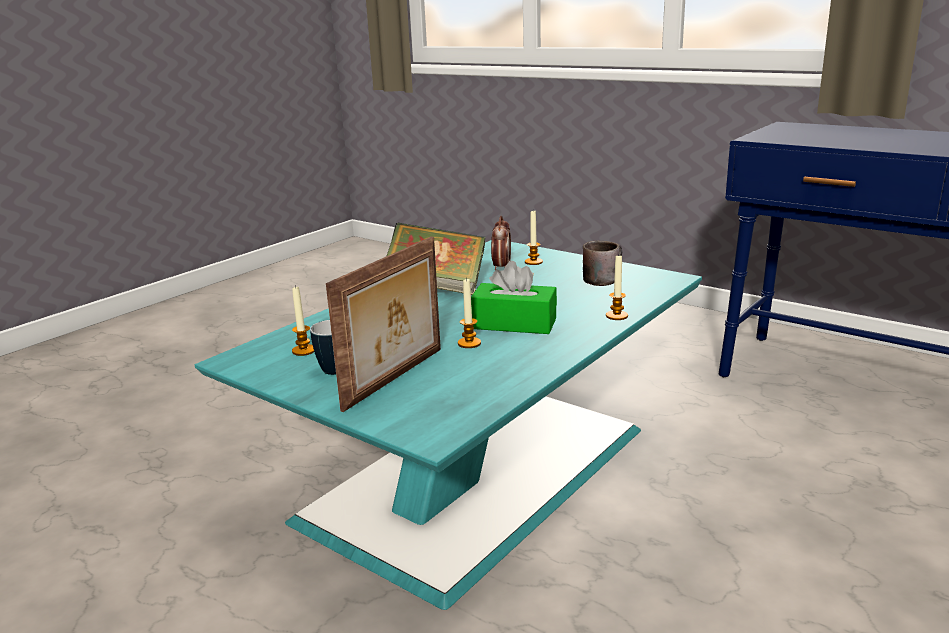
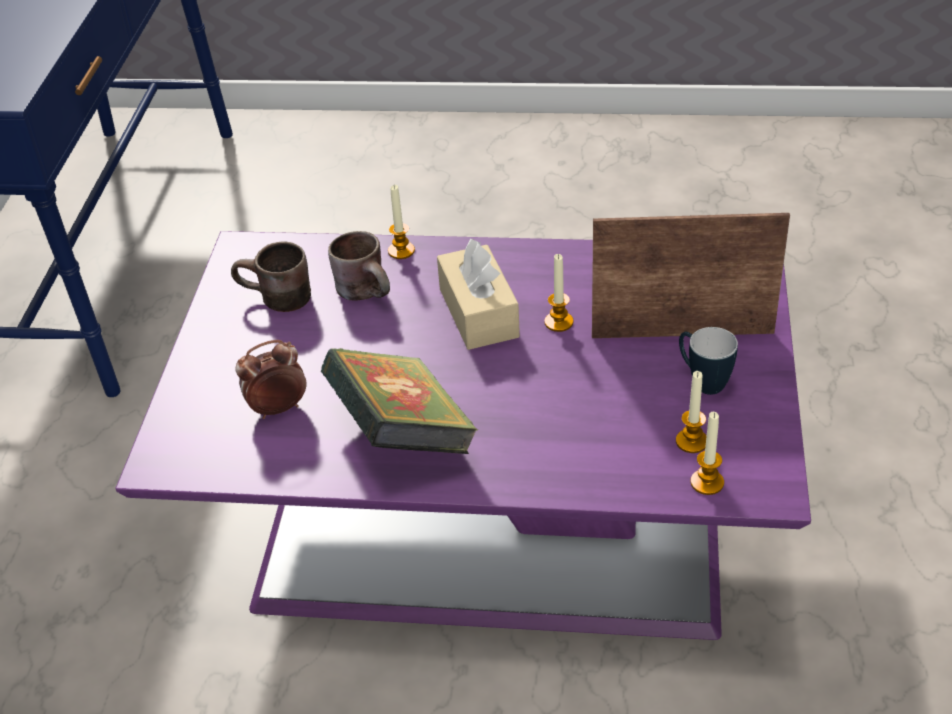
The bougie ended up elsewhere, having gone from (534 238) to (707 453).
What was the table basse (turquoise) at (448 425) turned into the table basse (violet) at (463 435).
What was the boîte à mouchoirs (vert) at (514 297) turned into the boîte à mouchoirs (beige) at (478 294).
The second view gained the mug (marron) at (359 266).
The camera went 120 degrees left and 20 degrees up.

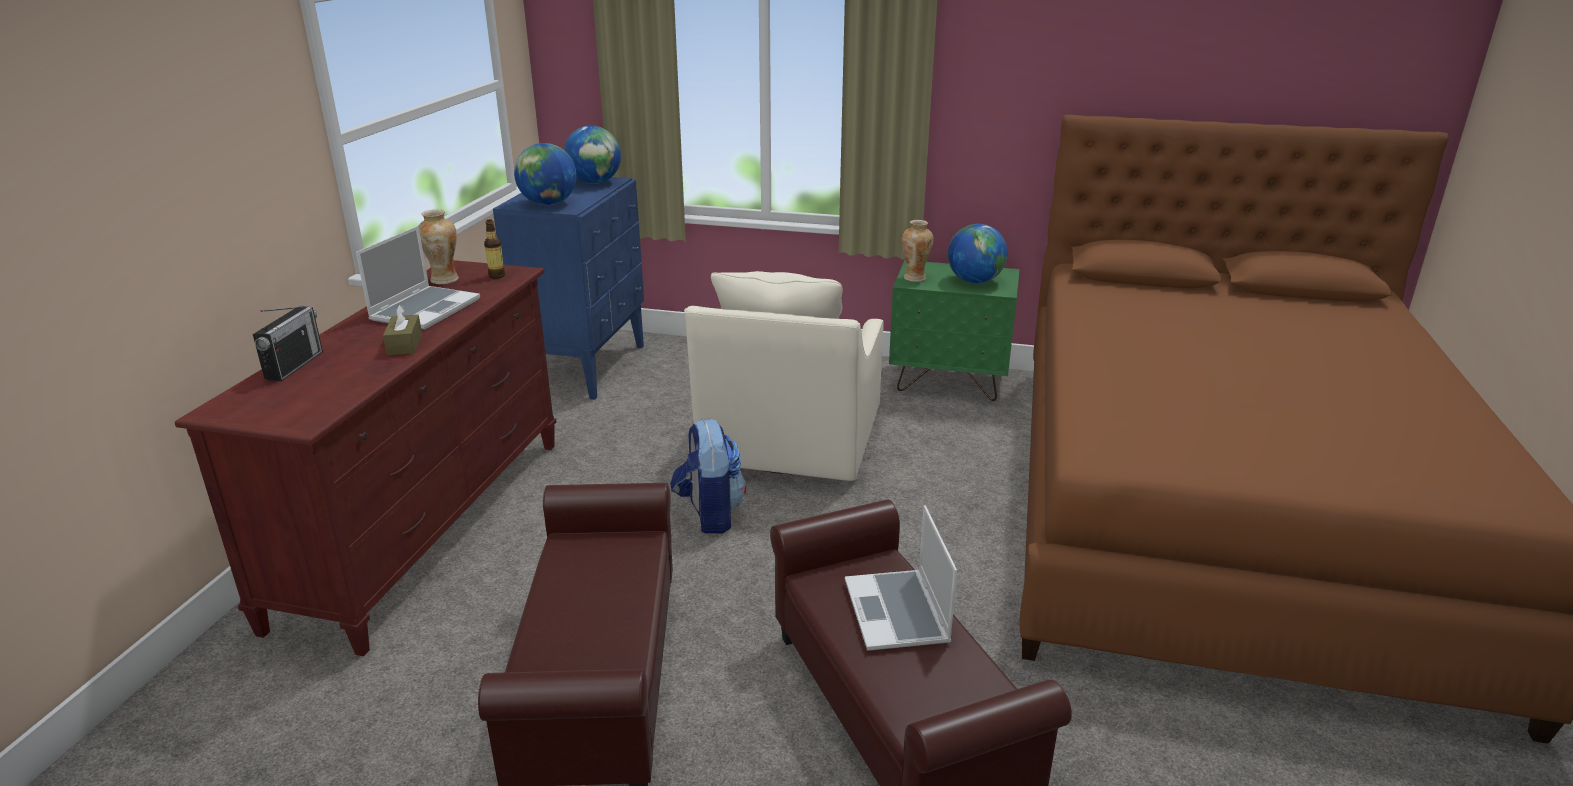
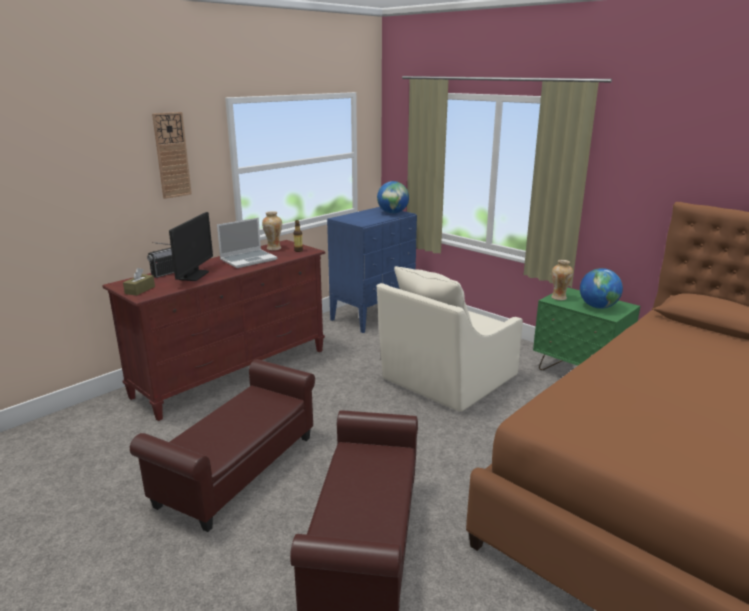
The second view lost the globe at (545 174).
The boîte à mouchoirs (marron) ended up elsewhere, having gone from (402 330) to (139 282).
The second view lost the sac à dos at (708 476).
The second view lost the ordinateur portable at (901 578).
The second view gained the horloge murale at (172 155).
The second view gained the écran d'ordinateur at (191 246).
The camera went 30 degrees right and 5 degrees down.

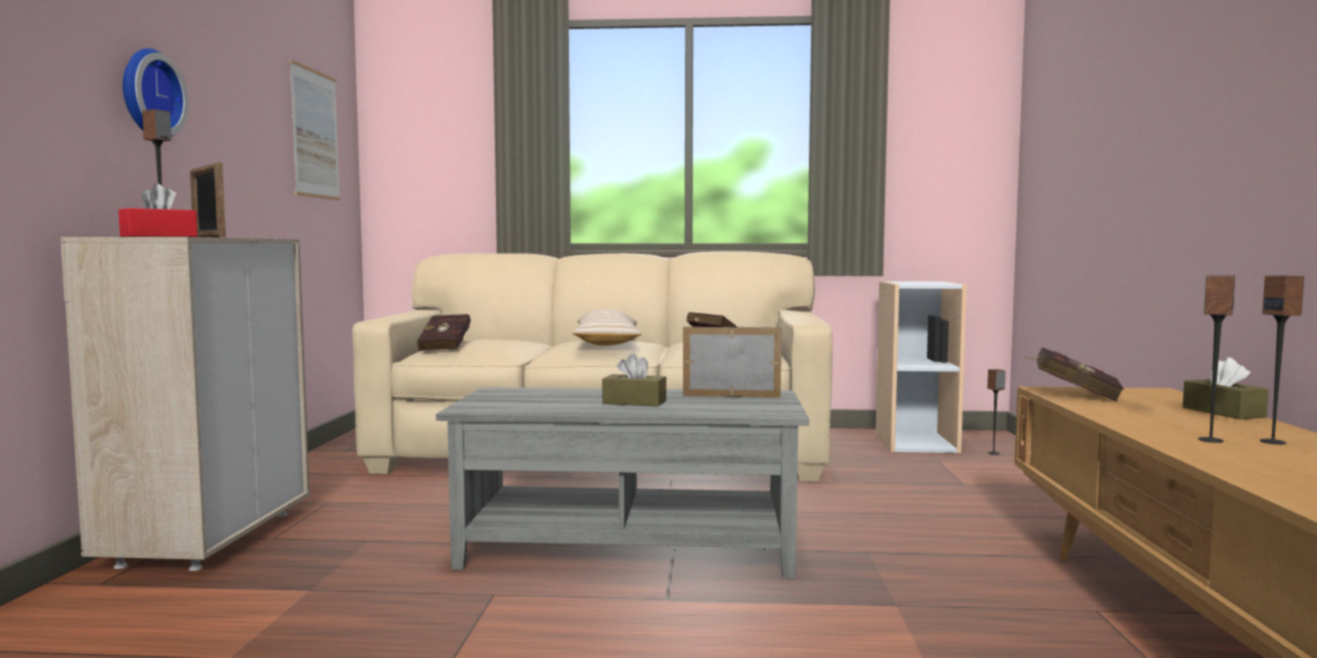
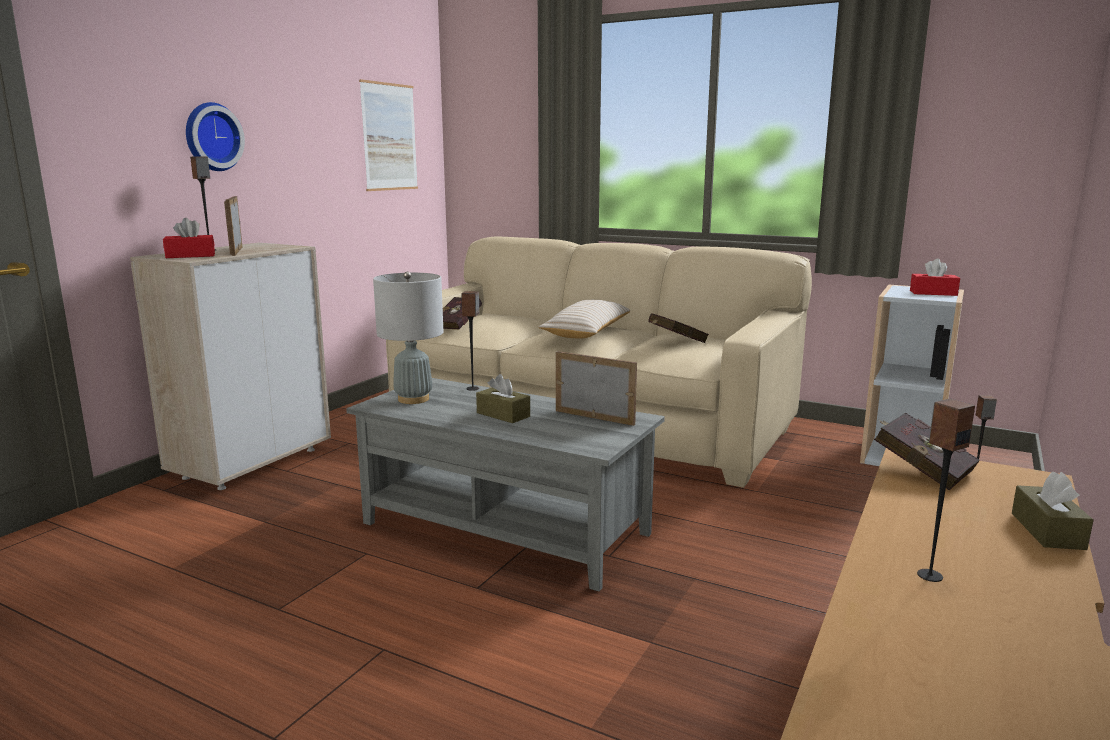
The enceinte ended up elsewhere, having gone from (1282 360) to (470 341).
The second view gained the boîte à mouchoirs (rouge) at (935 277).
The second view gained the lampe de table (gris) at (408 338).
The camera went 25 degrees right and 10 degrees up.

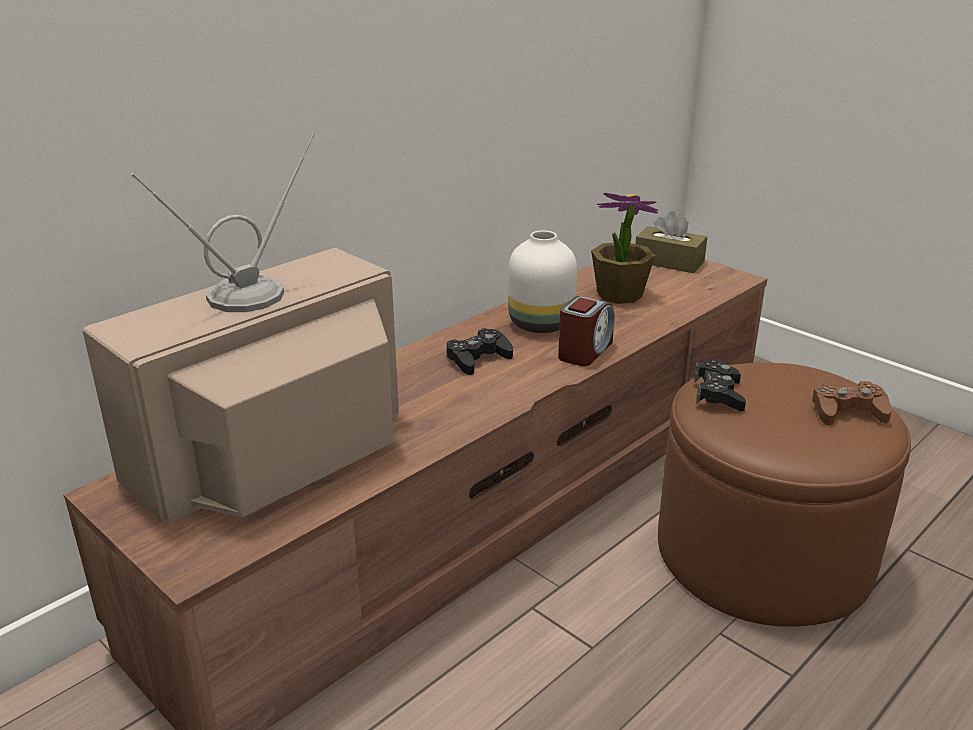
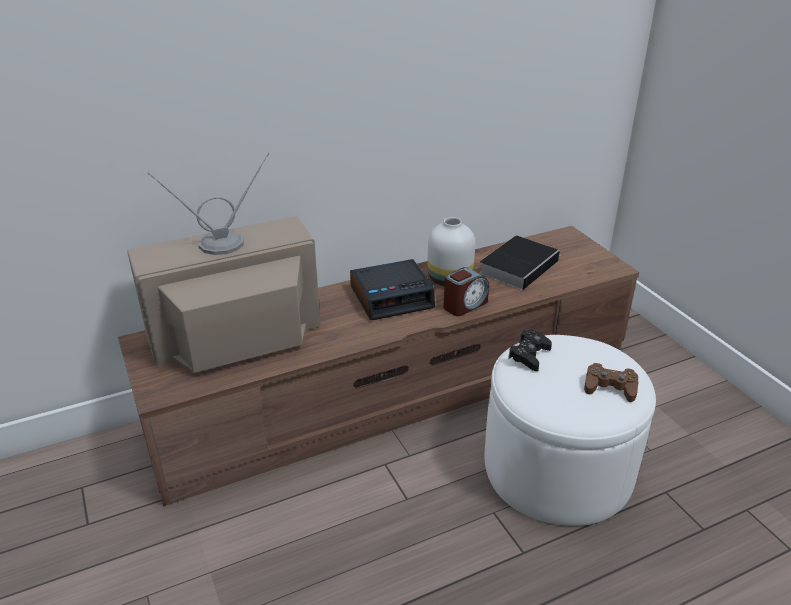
Where the plante en pot stood at (624 248), the livre came to stand at (519 263).
The second view lost the boîte à mouchoirs (marron) at (671 242).
Where the manette (noir) stood at (480 351), the réveil came to stand at (392 289).
What was the pouf (marron) at (784 495) turned into the pouf (blanc) at (570 430).
The camera went 20 degrees right and 5 degrees up.

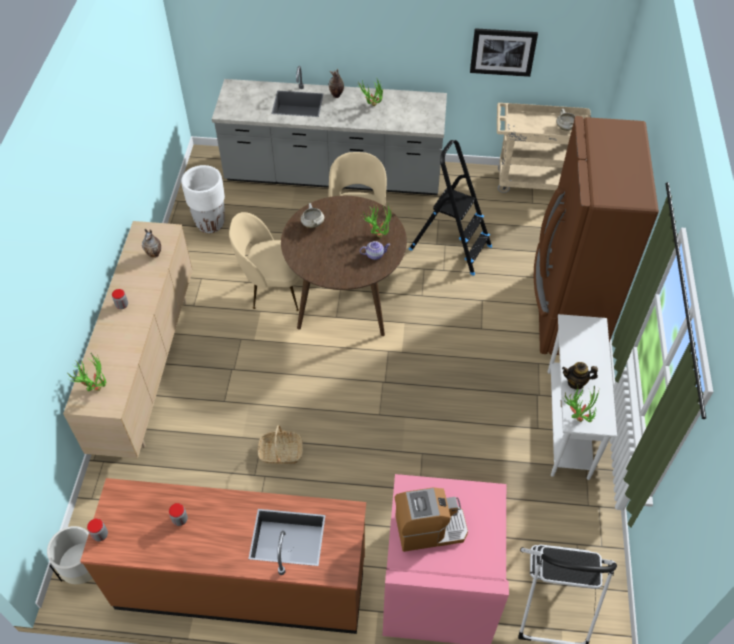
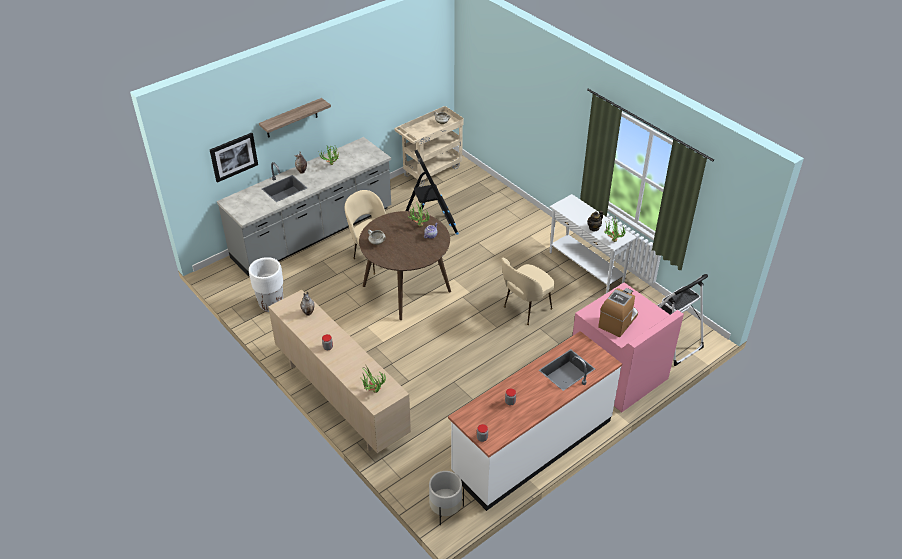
The tableau ended up elsewhere, having gone from (504 52) to (234 157).
The second view lost the réfrigérateur (marron) at (596 235).
The chaise (beige) ended up elsewhere, having gone from (264 261) to (528 291).
The second view lost the panier at (280 444).
What was the comptoir de cuisine (marron) at (223 556) turned into the comptoir de cuisine (blanc) at (535 421).
The second view gained the étagère at (295 118).
The camera went 45 degrees left and 10 degrees down.

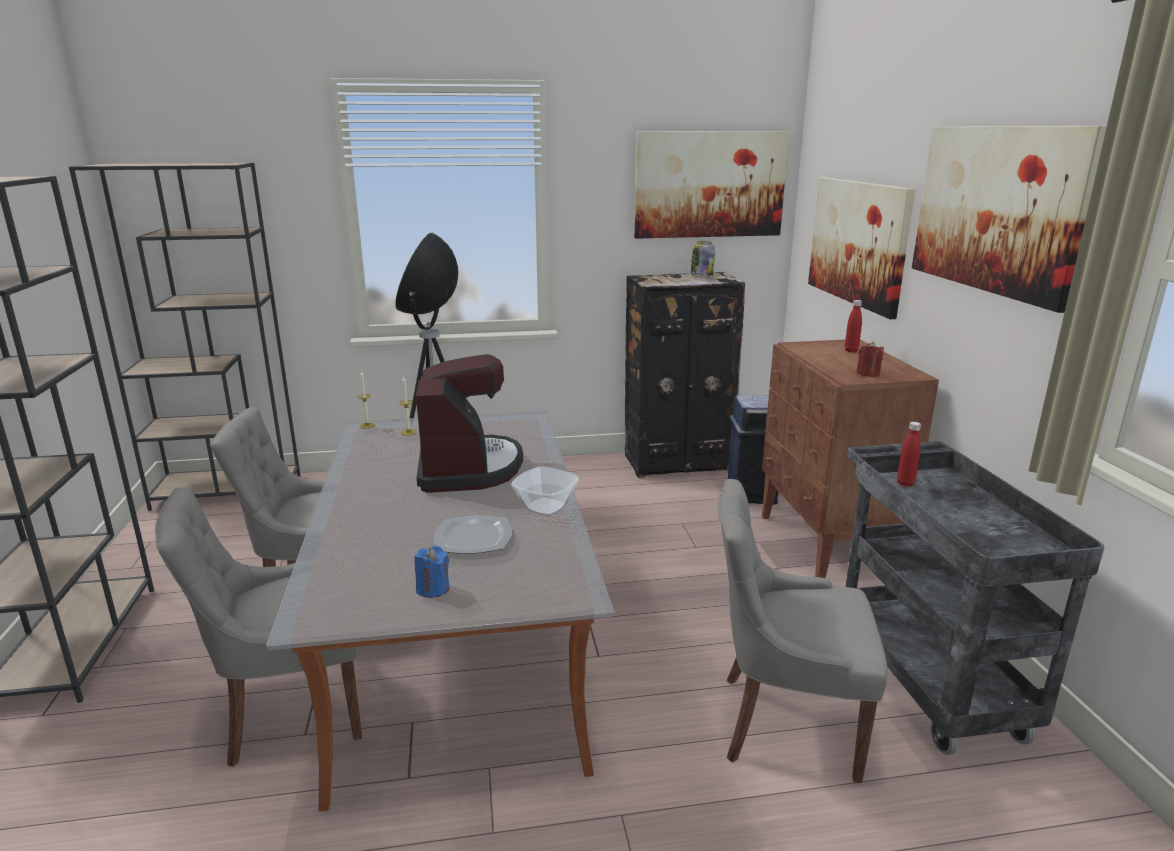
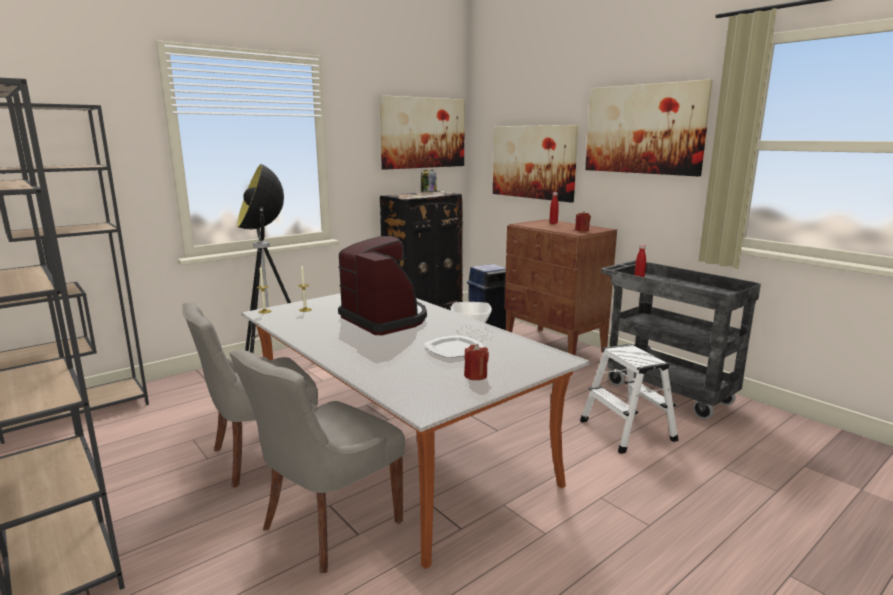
Where the chaise (gris) stood at (803 631), the escabeau (blanc) came to stand at (629 399).
What was the bougie (bleu) at (432 571) turned into the bougie (rouge) at (476 362).
The camera went 30 degrees left and 5 degrees down.

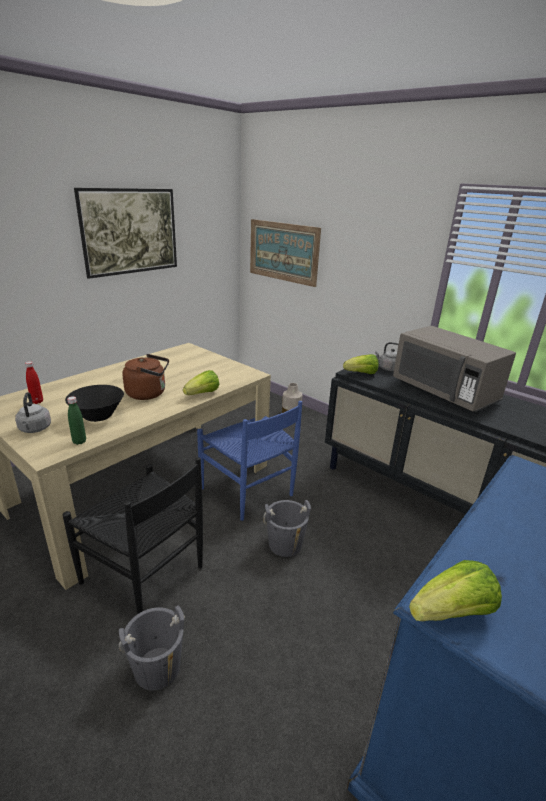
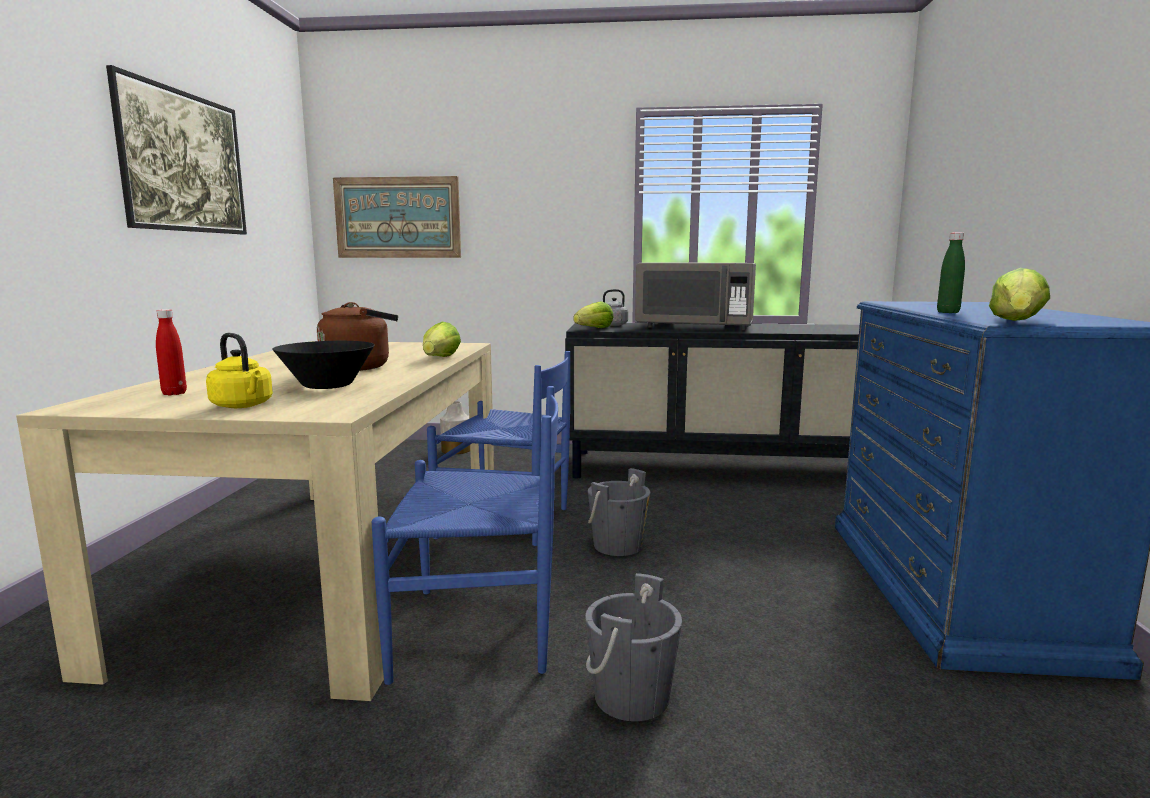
What was the bouilloire (gris) at (33 412) turned into the bouilloire (jaune) at (239 370).
The bouteille (vert) ended up elsewhere, having gone from (76 420) to (951 272).
What was the chaise (noir) at (133 535) turned into the chaise (bleu) at (465 535).
The camera went 35 degrees left and 15 degrees down.

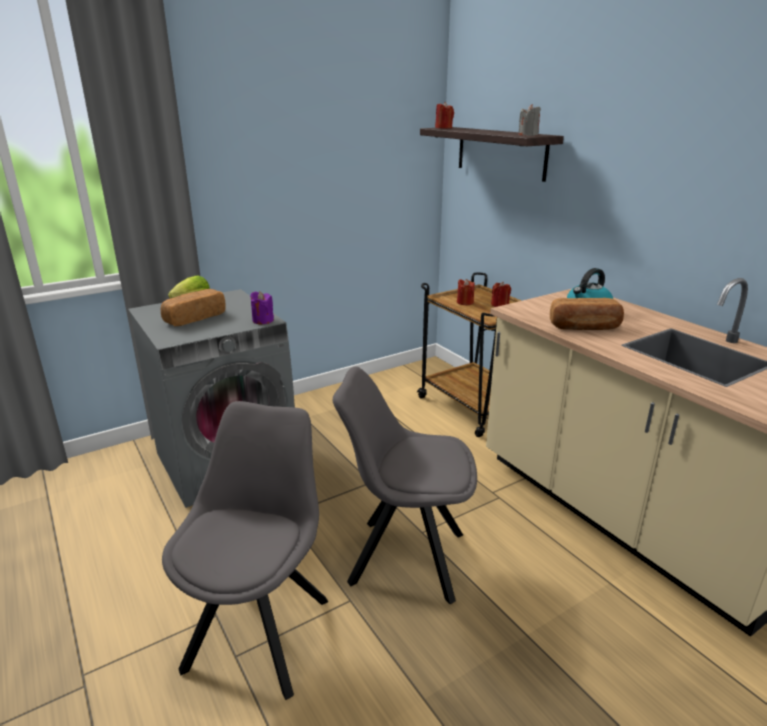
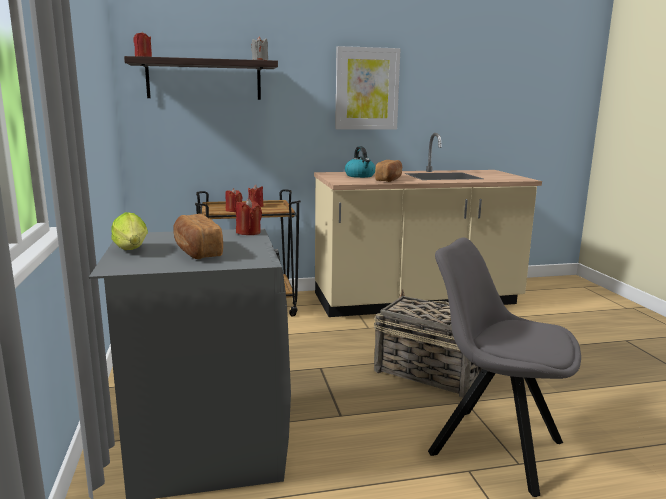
What was the bougie (violet) at (262 308) turned into the bougie (rouge) at (249 216).
Where the chaise (gris) stood at (405 485), the panier came to stand at (428 343).
The second view gained the tableau at (367 88).
The camera went 70 degrees left and 10 degrees down.

